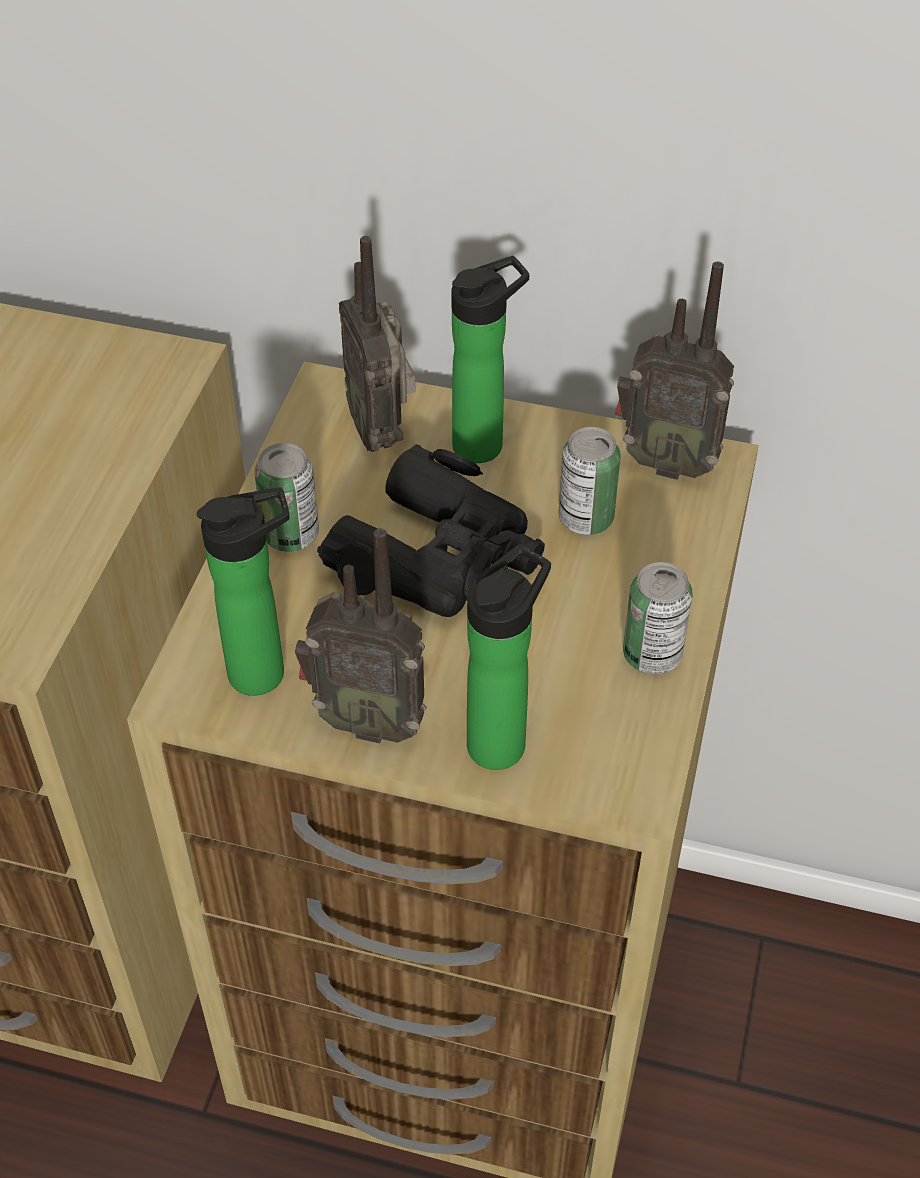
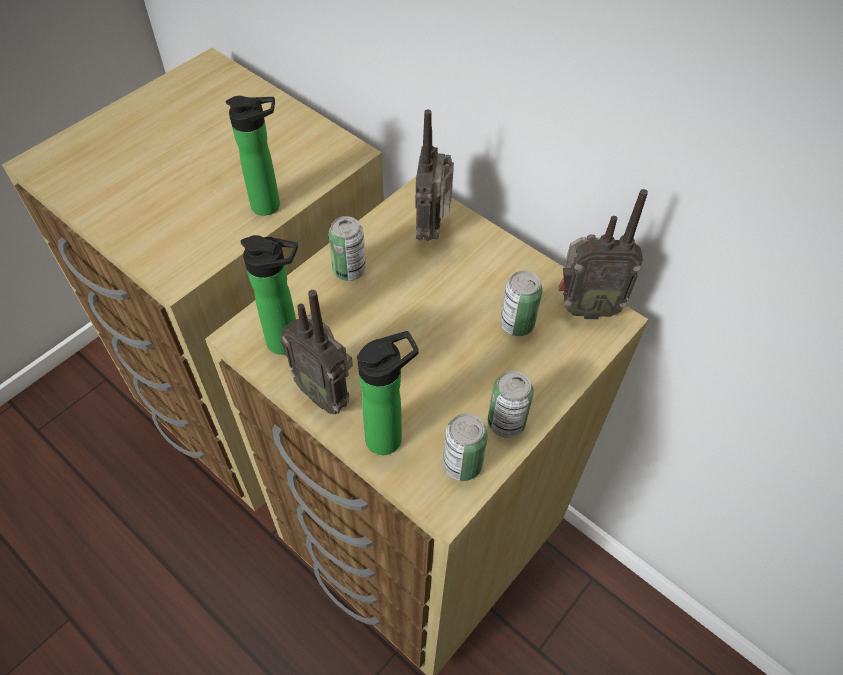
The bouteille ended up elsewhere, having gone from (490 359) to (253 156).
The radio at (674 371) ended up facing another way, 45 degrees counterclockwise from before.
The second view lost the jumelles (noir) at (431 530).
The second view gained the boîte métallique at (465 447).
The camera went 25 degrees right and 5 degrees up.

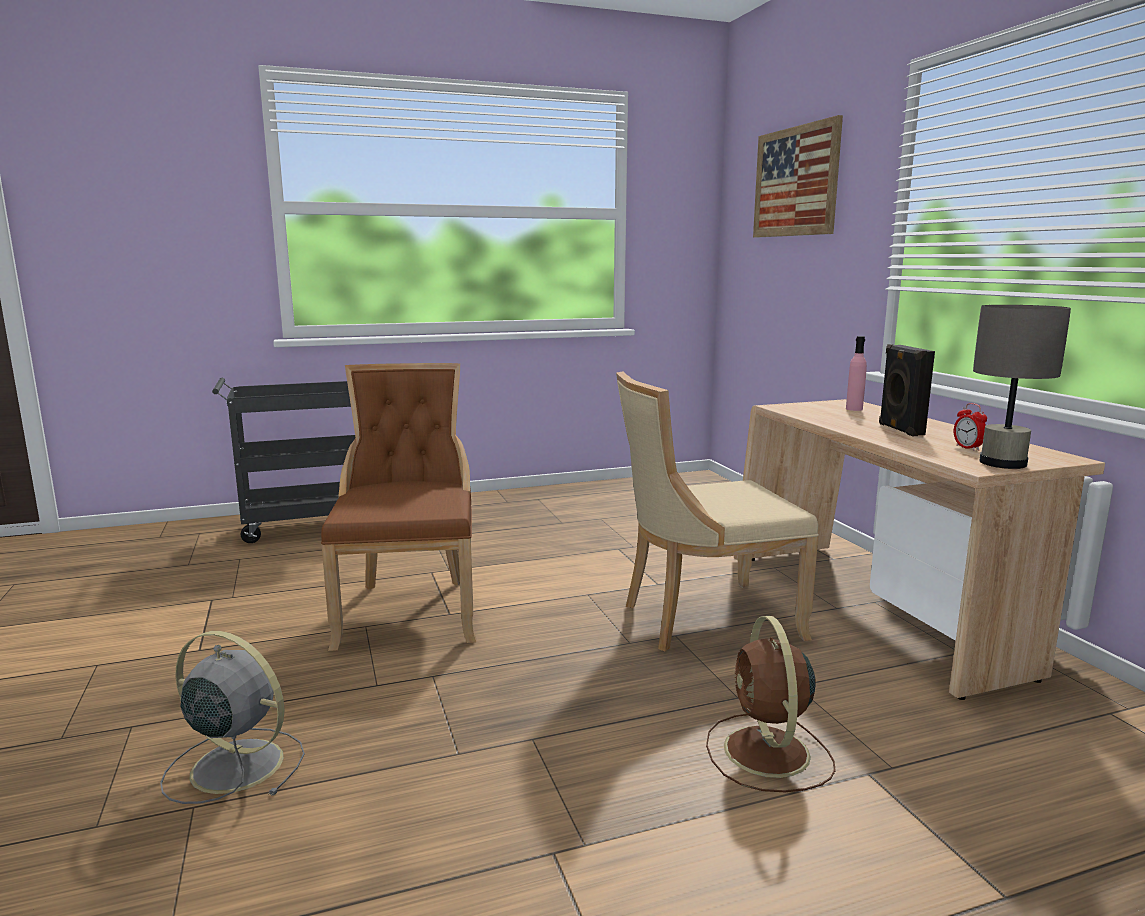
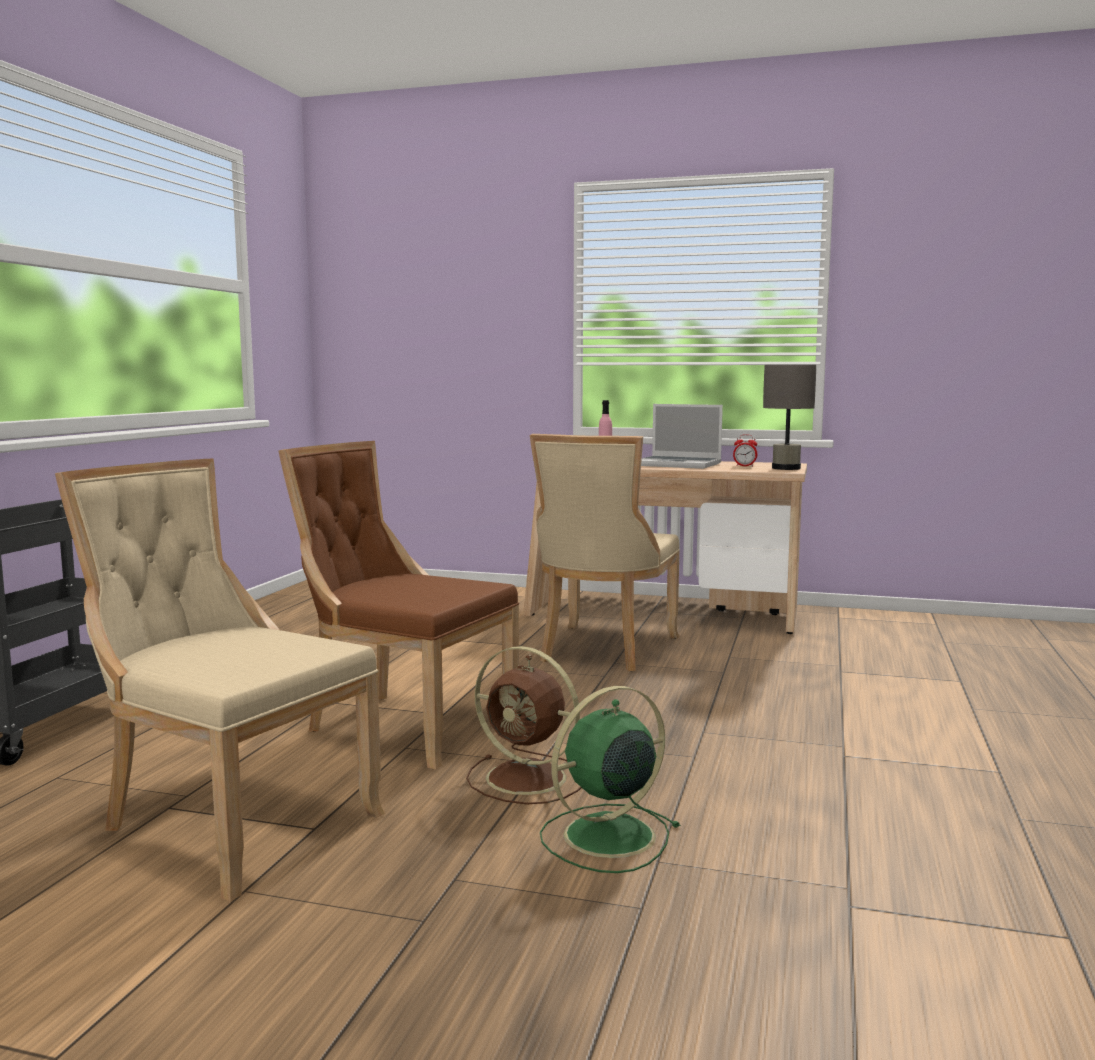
The second view lost the tableau at (798 176).
Where the enceinte (noir) stood at (907 390), the ordinateur portable came to stand at (682 436).
The ventilateur (marron) ended up elsewhere, having gone from (771 704) to (524 725).
What was the ventilateur (gris) at (232 717) turned into the ventilateur (vert) at (610 779).
The second view gained the chaise (beige) at (220 680).
The camera went 55 degrees left and 5 degrees down.

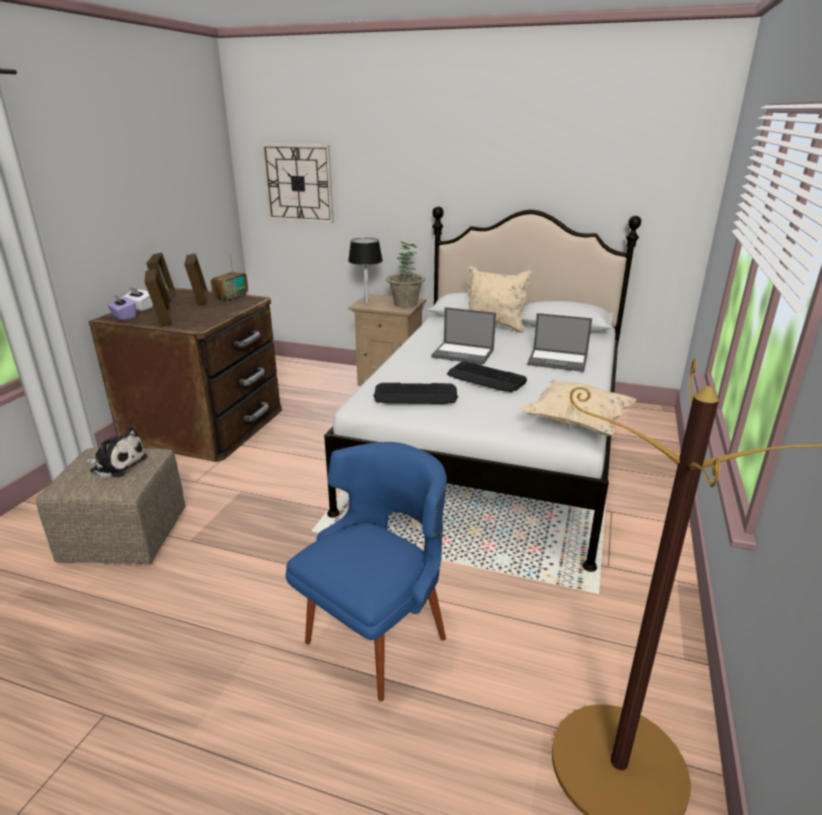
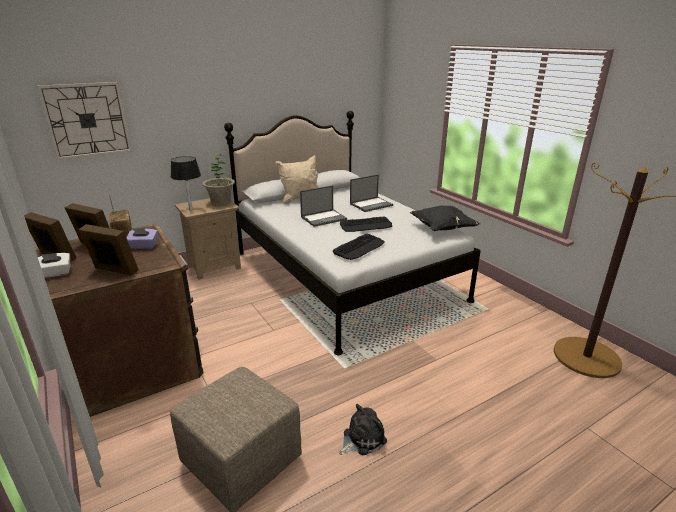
The boîte à mouchoirs (violet) ended up elsewhere, having gone from (121 308) to (142 238).
What was the coussin (beige) at (578 408) turned into the coussin (noir) at (445 218).
The peluche ended up elsewhere, having gone from (116 452) to (363 429).
The second view lost the chaise (bleu) at (366 571).
The camera went 50 degrees left and 0 degrees up.

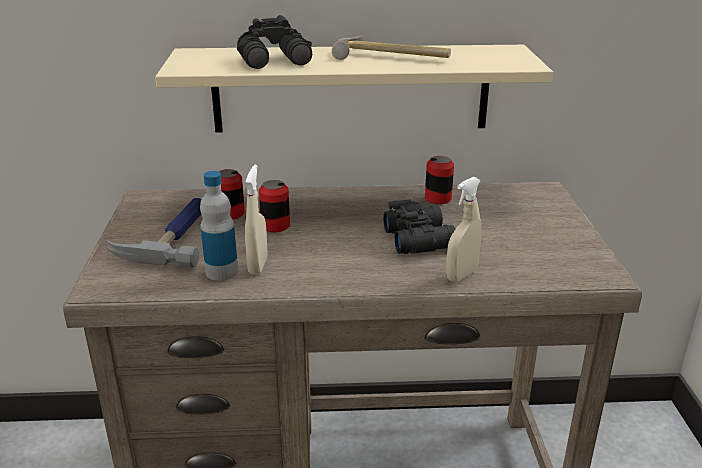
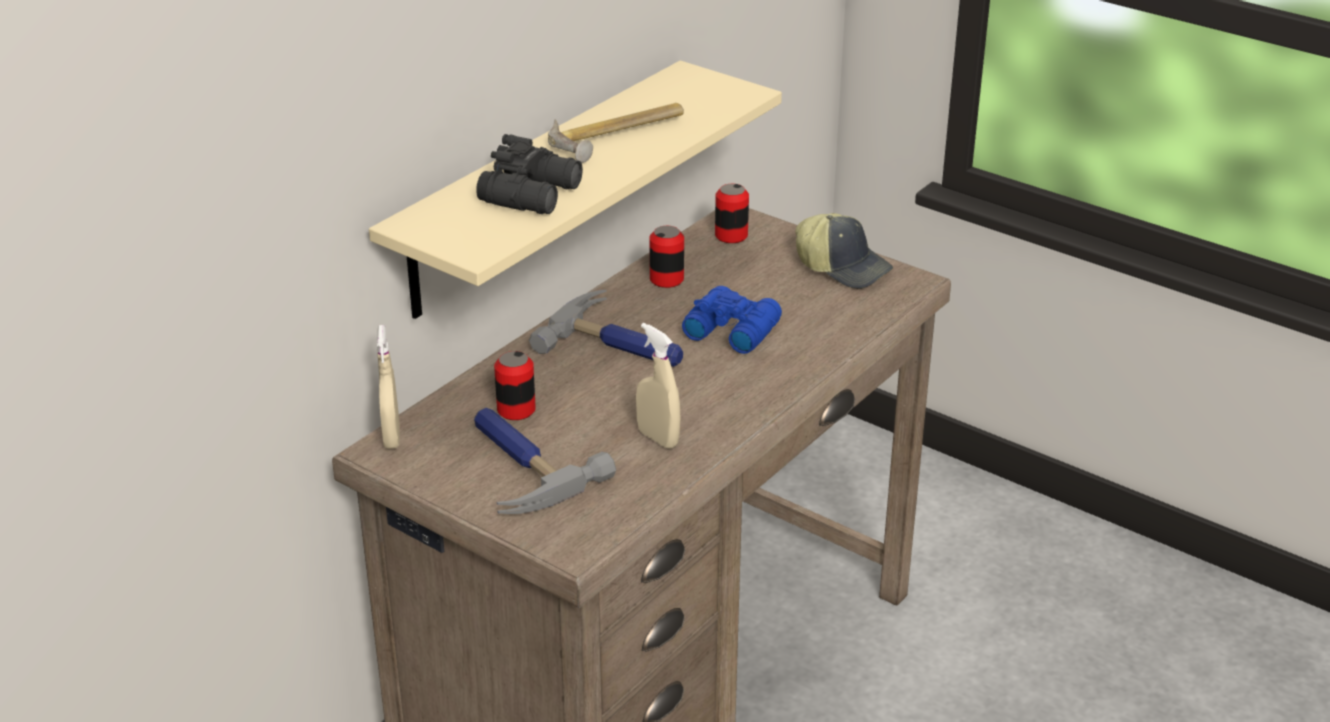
The second view lost the bouteille at (219 226).
The vaporisateur (beige) ended up elsewhere, having gone from (464 229) to (388 387).
The boîte métallique ended up elsewhere, having gone from (274 206) to (732 213).
What was the jumelles (noir) at (419 227) turned into the jumelles (bleu) at (732 320).
The second view gained the casquette at (844 251).
The second view gained the marteau at (606 328).
The camera went 50 degrees left and 5 degrees up.

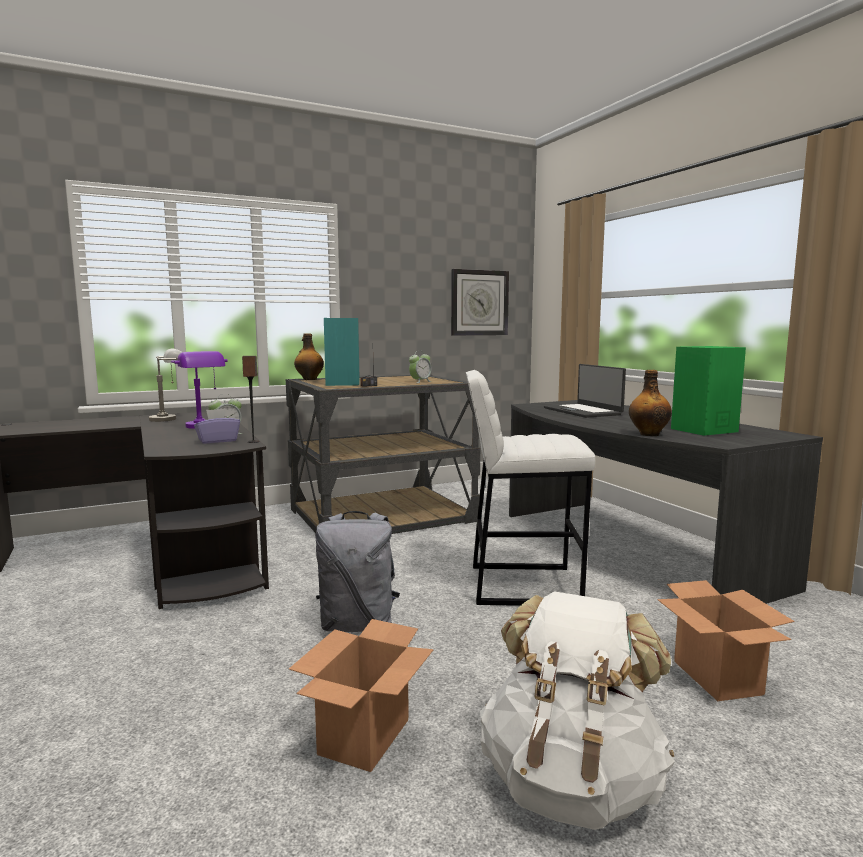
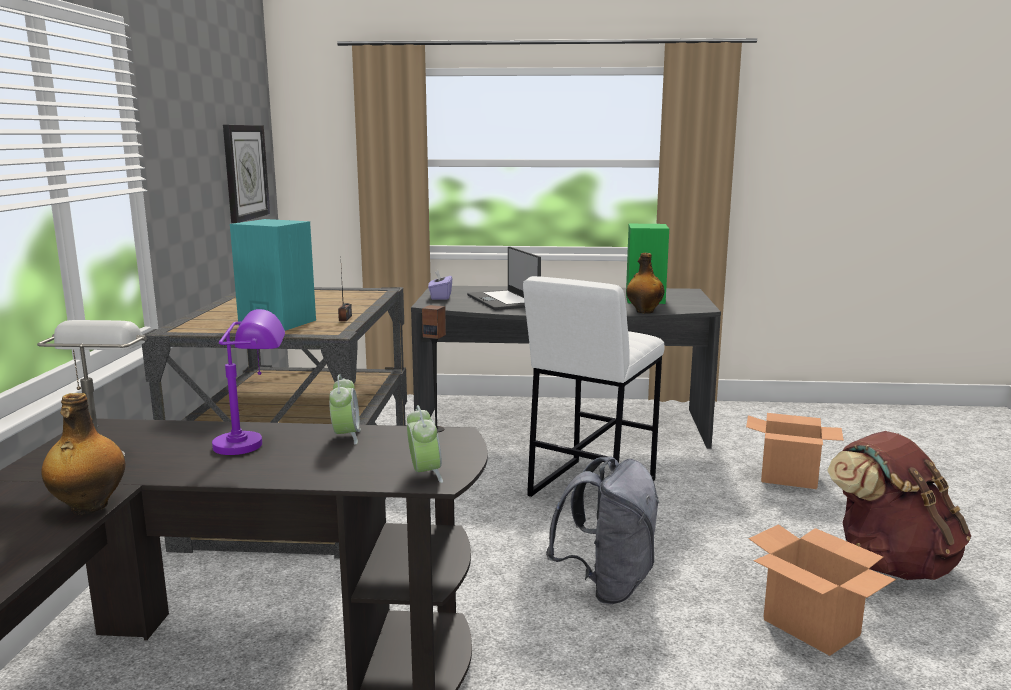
The bouteille ended up elsewhere, having gone from (309 356) to (83 453).
The réveil ended up elsewhere, having gone from (420 366) to (425 444).
The ordinateur portable at (585 391) ended up facing another way, 60 degrees clockwise from before.
The boîte à mouchoirs (violet) ended up elsewhere, having gone from (217 426) to (440 285).
What was the sac à dos (blanc) at (577 710) turned into the sac à dos (marron) at (899 505).
The camera went 60 degrees left and 5 degrees up.

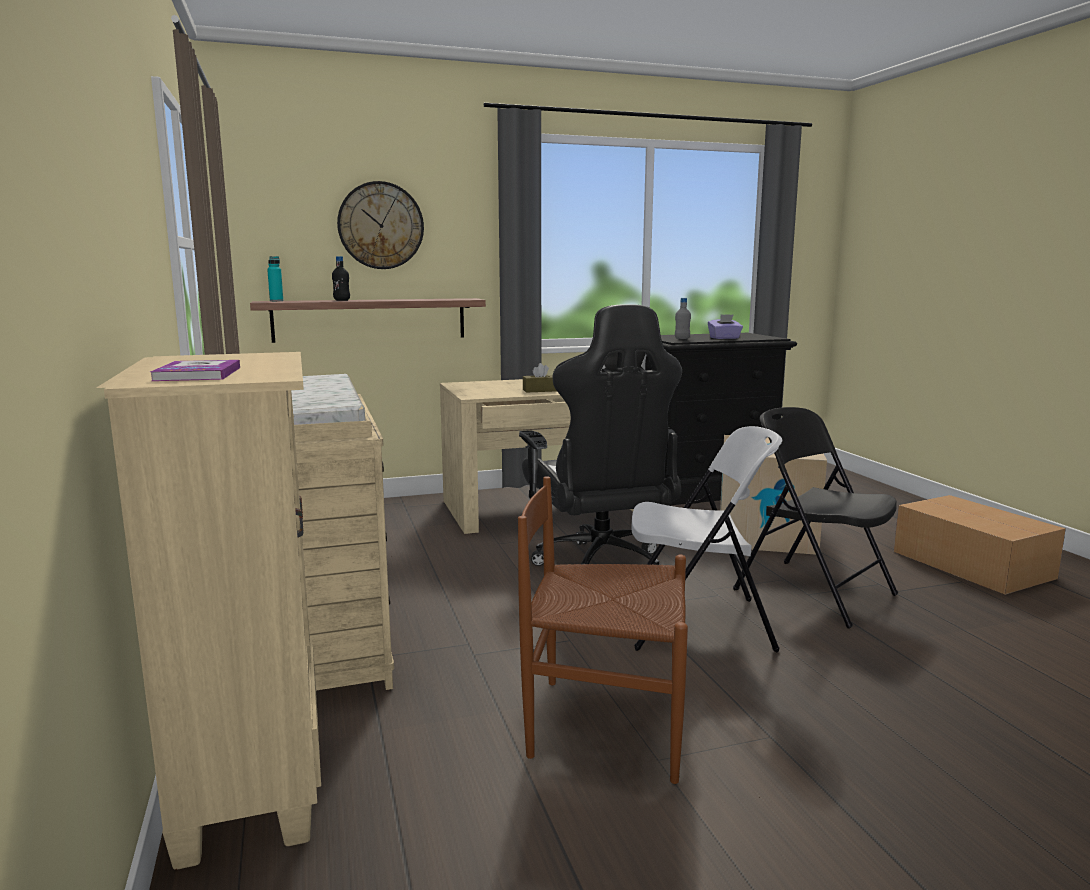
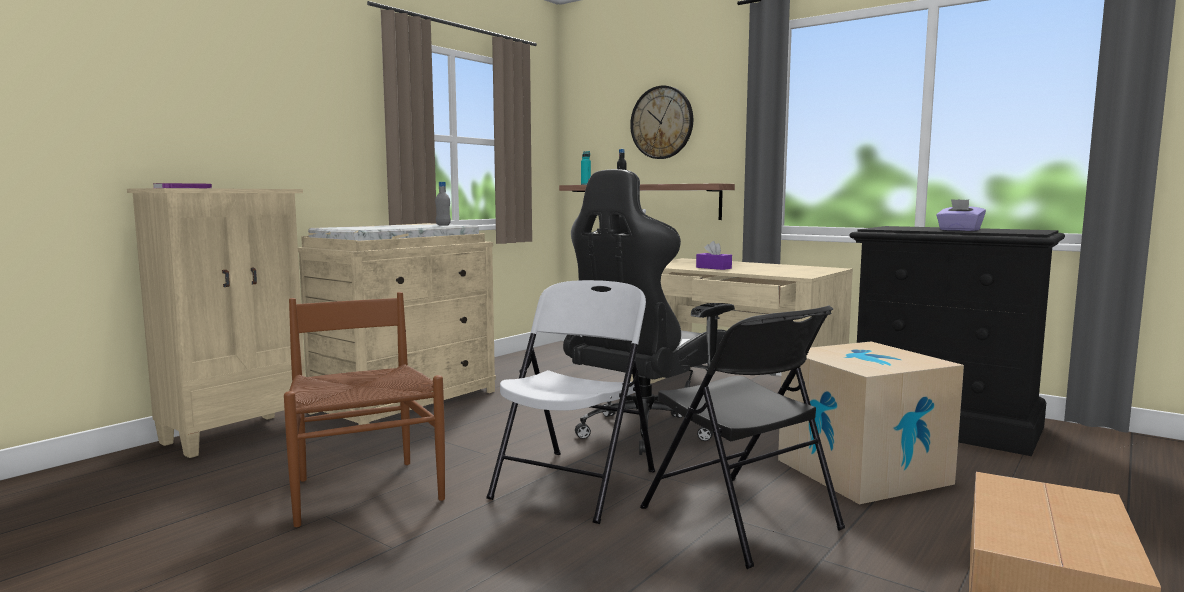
The bouteille (gris) ended up elsewhere, having gone from (683 318) to (443 203).
What was the boîte à mouchoirs (marron) at (539 378) turned into the boîte à mouchoirs (violet) at (714 255).
The chaise (noir) at (815 518) ended up facing another way, 135 degrees clockwise from before.
The chaise (blanc) at (707 539) ended up facing another way, 120 degrees counterclockwise from before.
The camera went 55 degrees right and 5 degrees down.

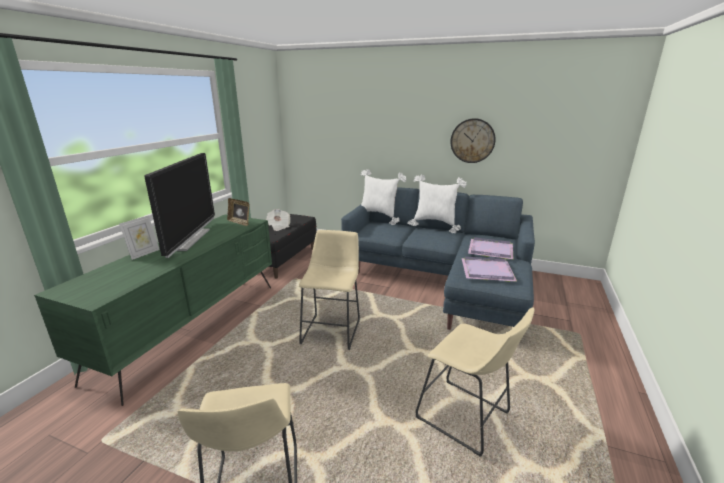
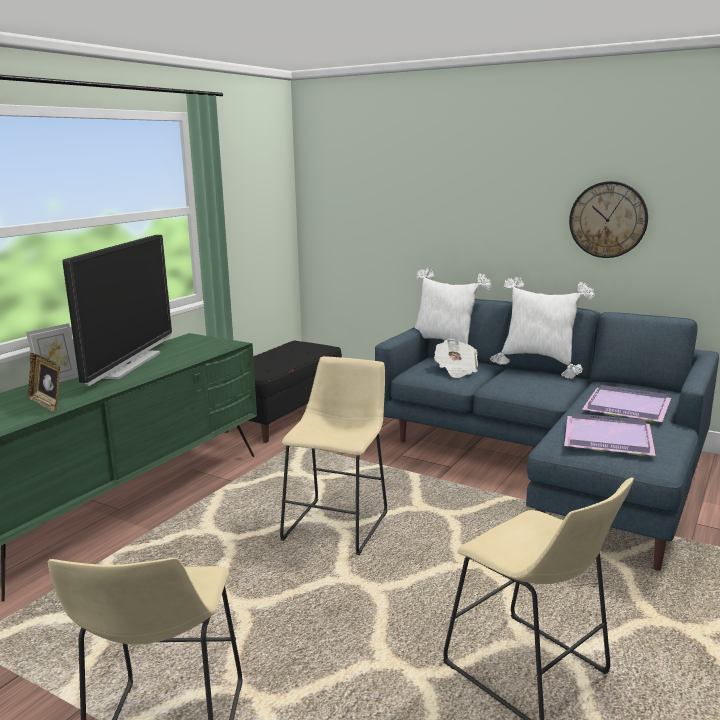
The cadre photo ended up elsewhere, having gone from (238 212) to (43 382).
The journal ended up elsewhere, having gone from (278 220) to (456 358).
The camera went 10 degrees right and 5 degrees down.

